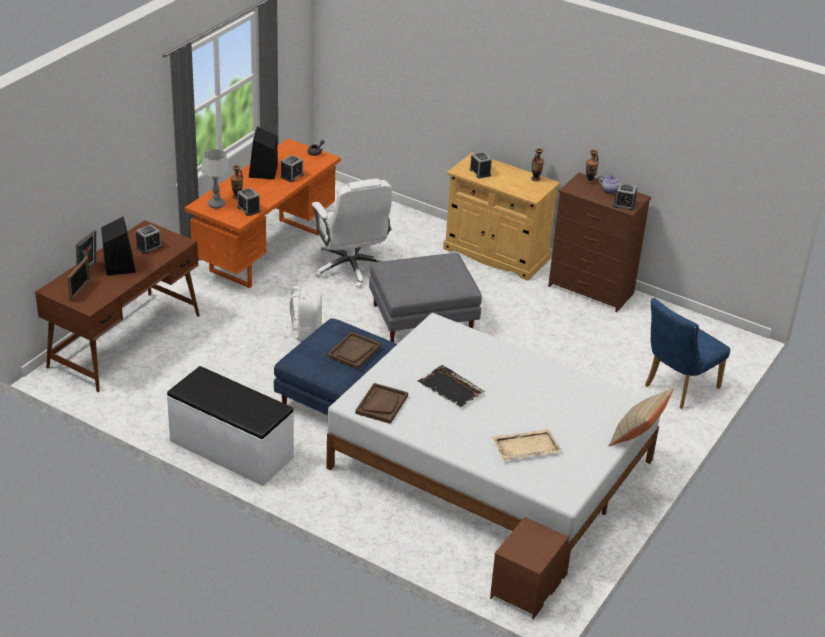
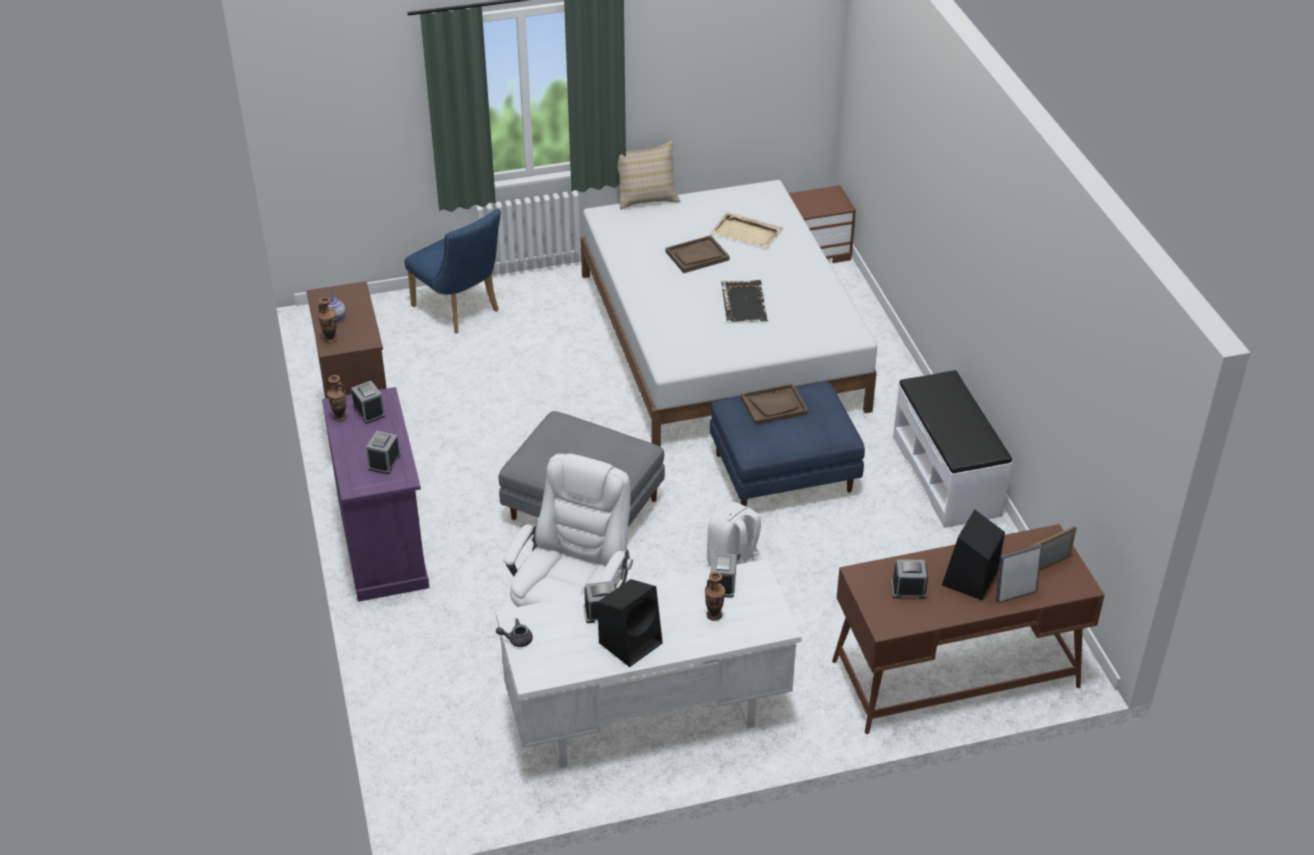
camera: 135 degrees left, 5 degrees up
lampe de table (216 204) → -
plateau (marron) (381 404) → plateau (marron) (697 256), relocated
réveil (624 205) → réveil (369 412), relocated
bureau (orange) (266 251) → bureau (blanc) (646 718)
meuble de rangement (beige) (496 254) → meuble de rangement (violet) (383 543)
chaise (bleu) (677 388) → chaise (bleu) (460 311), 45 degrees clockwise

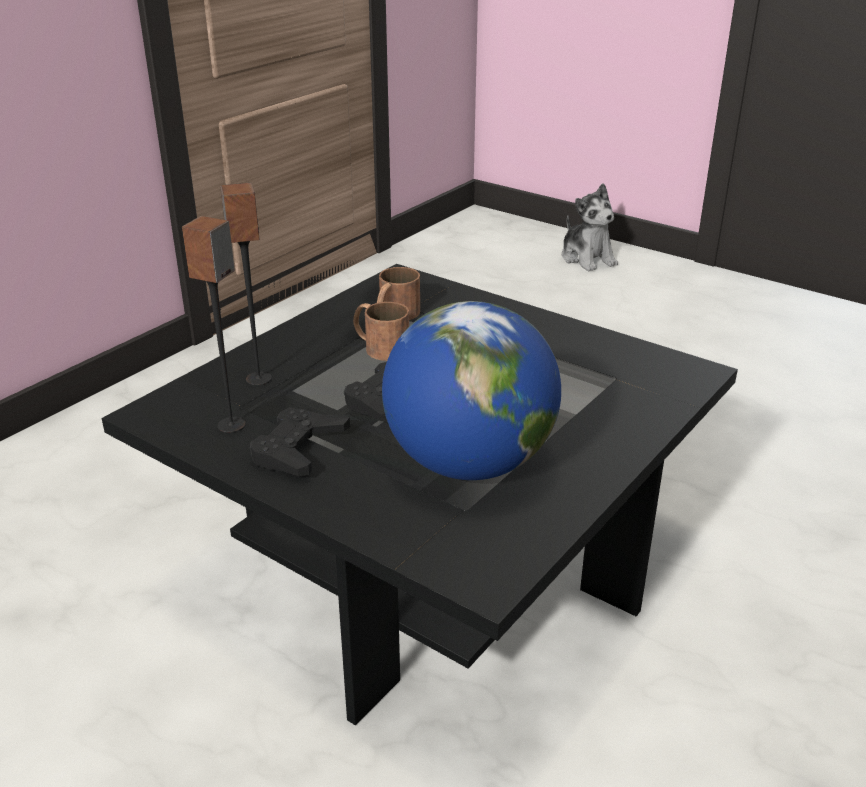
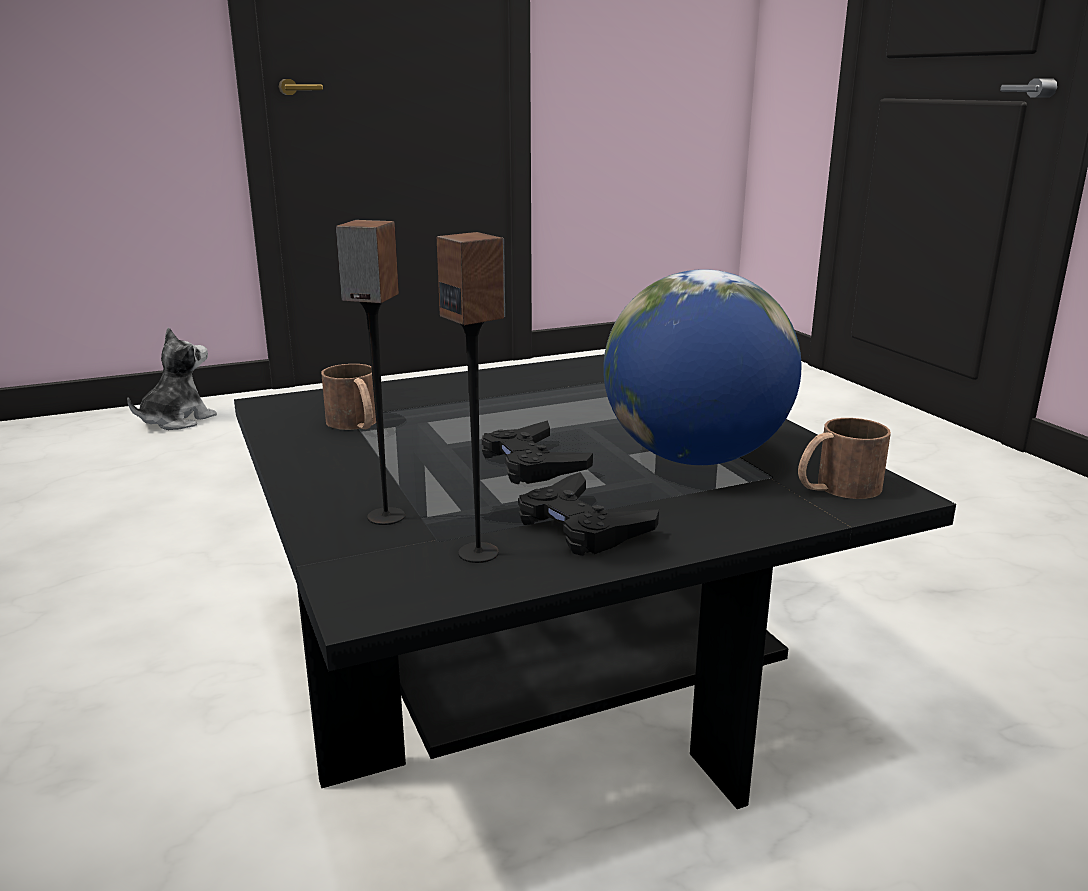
camera: 60 degrees left, 10 degrees down
mug (marron) (379 346) → mug (marron) (836 488), relocated
peluche (587 258) → peluche (176 420), 60 degrees counterclockwise

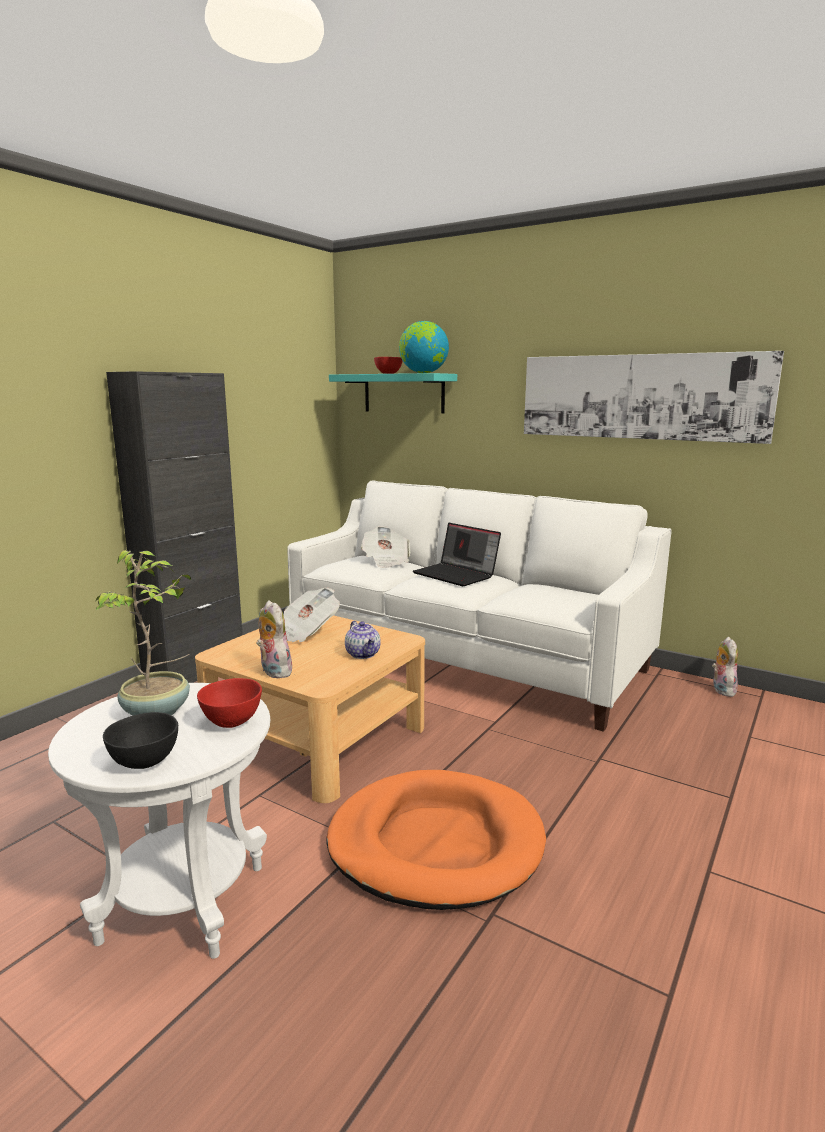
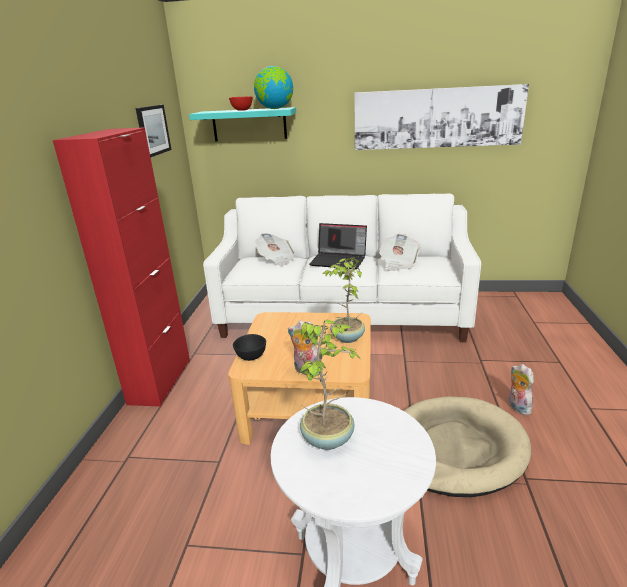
camera: 25 degrees left, 10 degrees up
bol (rouge) (232 721) → -
- → tableau (153 130)
bol (noir) (145 763) → bol (noir) (251 357), relocated
journal (304 633) → journal (398 263), relocated
peluche (721 690) → peluche (517 407), relocated
théière (363 654) → plante en pot (347 338)
meuble de rangement (noir) (195 672) → meuble de rangement (rouge) (160 381)
panier pour chien (orange) (435 843) → panier pour chien (beige) (454 448)

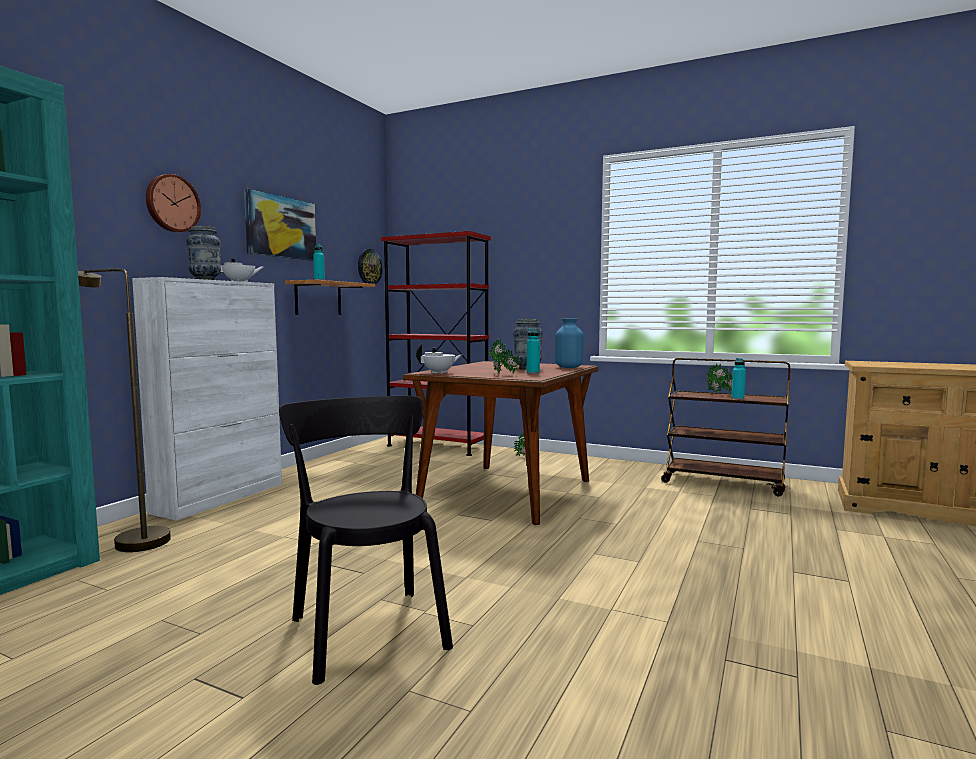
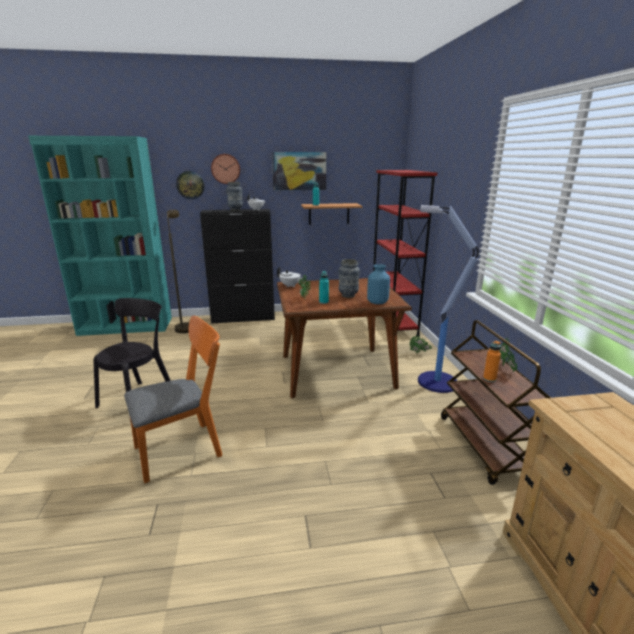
camera: 55 degrees right, 15 degrees up
- → chaise (orange) (185 448)
- → lampadaire (435 381)
horloge murale (369 267) → horloge murale (190 185), relocated
meuble de rangement (blanc) (221 497) → meuble de rangement (noir) (243 318)
bouteille (turquoise) (737 398) → bouteille (orange) (489 379)

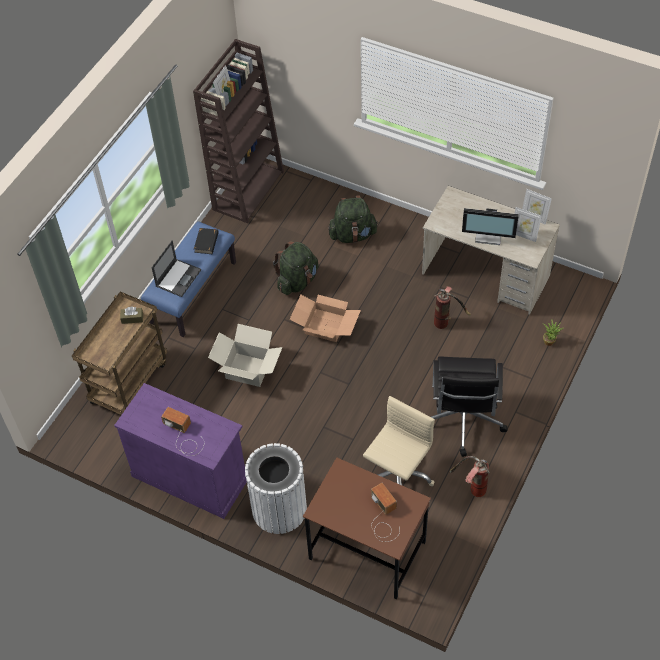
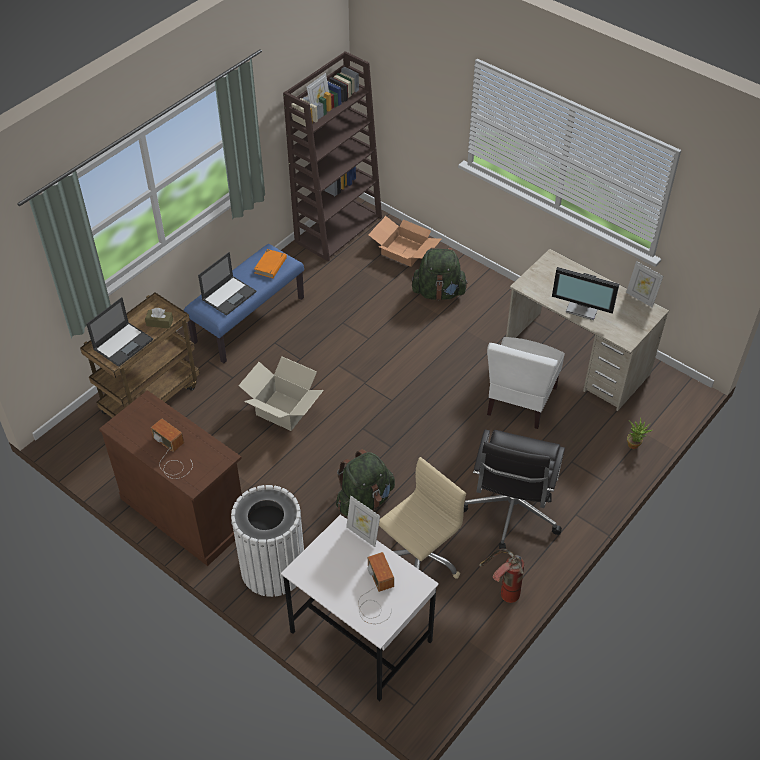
camera: 10 degrees right, 5 degrees down
- → ordinateur portable (123 344)
sac à dos (vert) (297 281) → sac à dos (vert) (365 500), relocated
carton (325 325) → carton (403 251), relocated
cadre photo (524 235) → cadre photo (363 534), relocated
extincteur (447 321) → chaise (blanc) (520 401)
meuble de rangement (violet) (190 476) → meuble de rangement (marron) (185 512)
livre (noir) (206 242) → livre (orange) (271 265)
bureau (marron) (366 551) → bureau (blanc) (360 637)

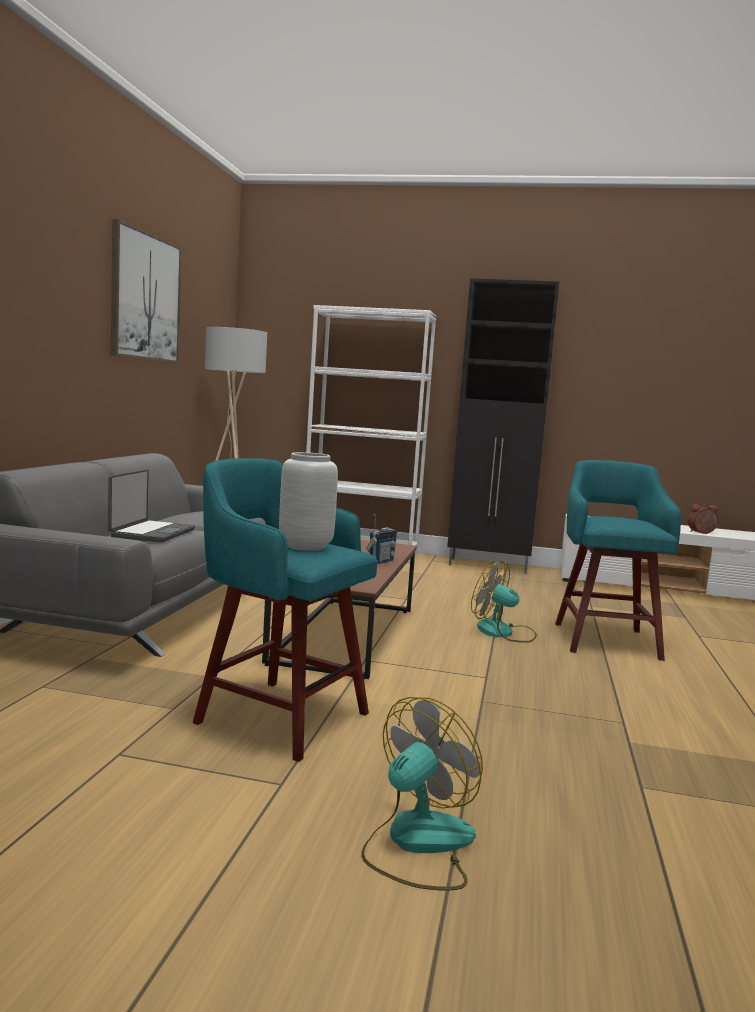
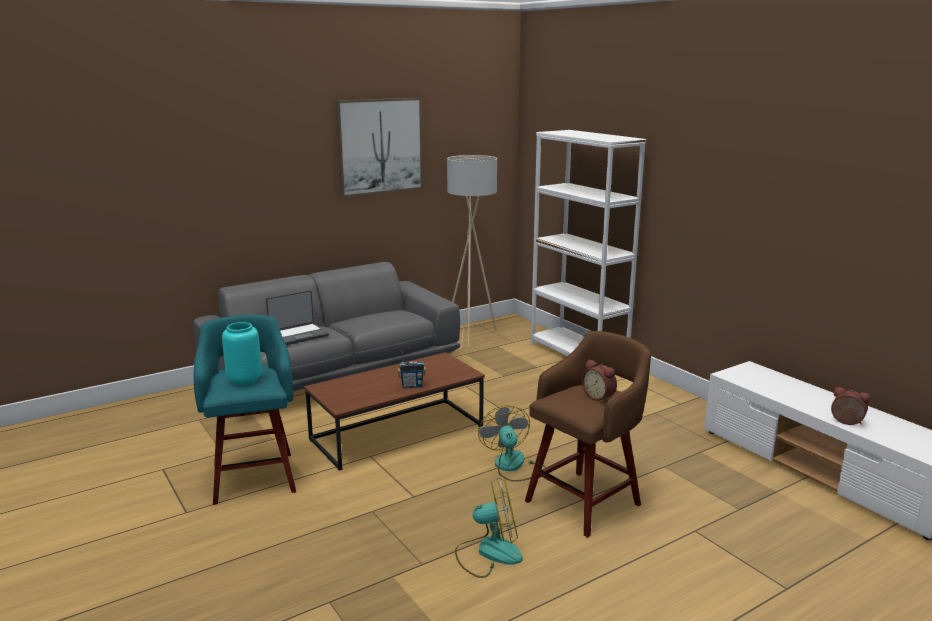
camera: 45 degrees right, 10 degrees up
meuble de rangement (noir) (489 566) → -
- → réveil (599 397)
ventilateur (417 844) → ventilateur (488 553), relocated
vase (gris) (306 546) → vase (turquoise) (245 380)
tabouret (turquoise) (605 639) → tabouret (marron) (585 501)

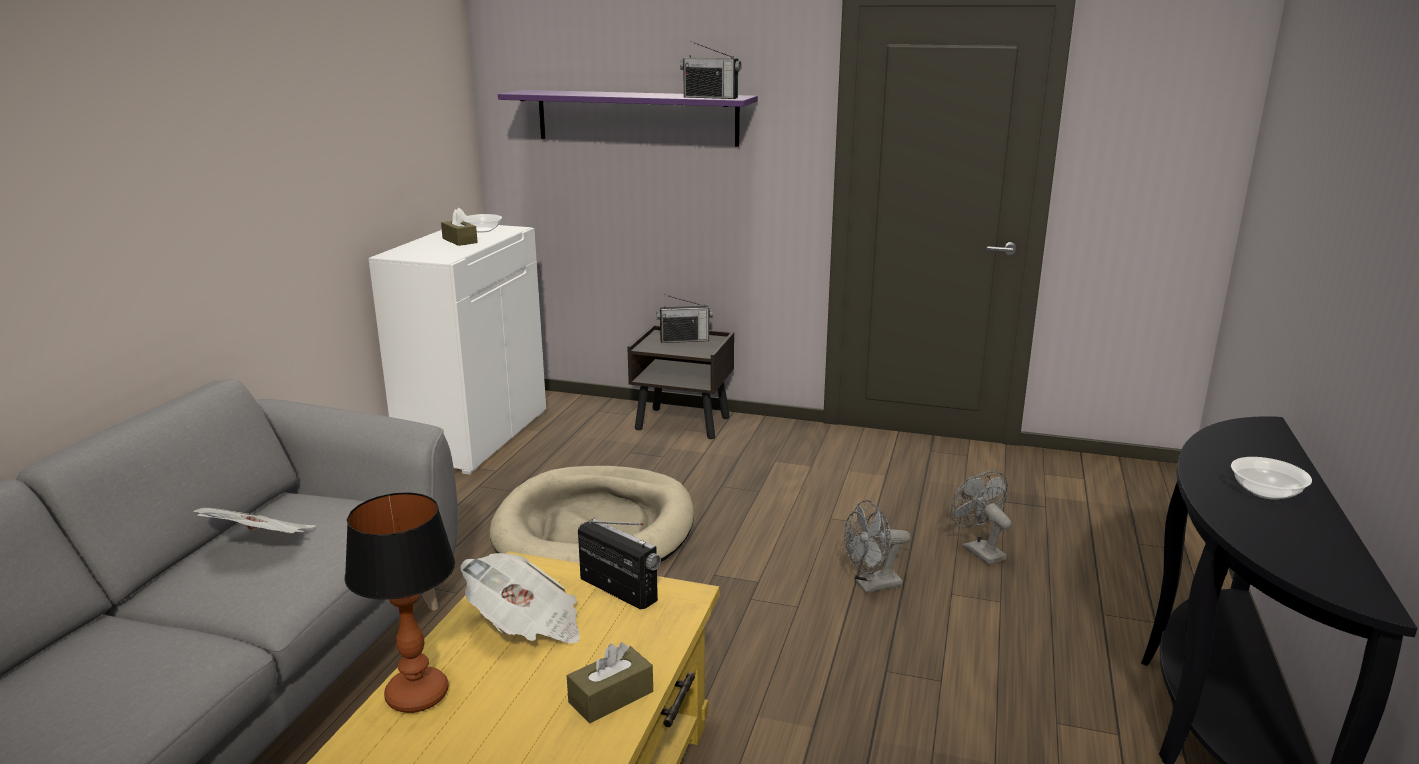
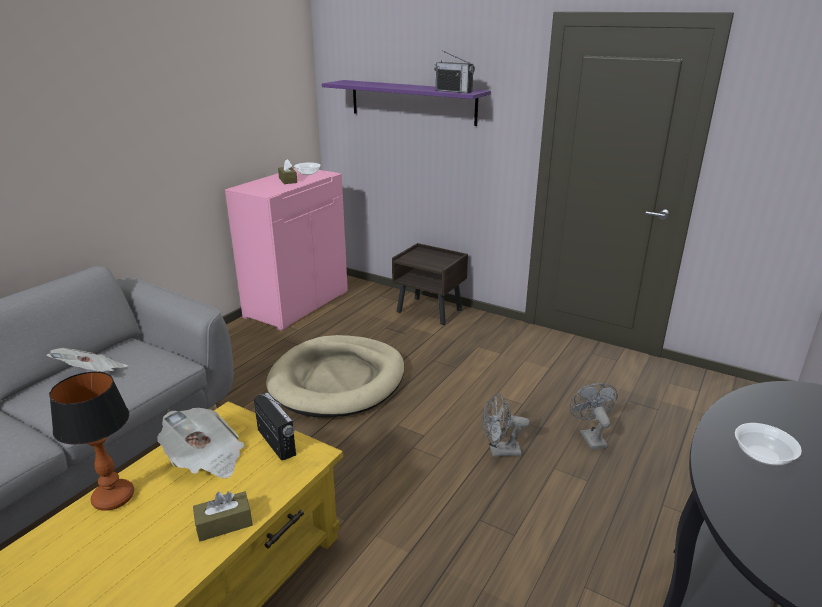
camera: 15 degrees right, 5 degrees up
radio (684 340) → -
meuble de rangement (blanc) (474 435) → meuble de rangement (rose) (296 304)

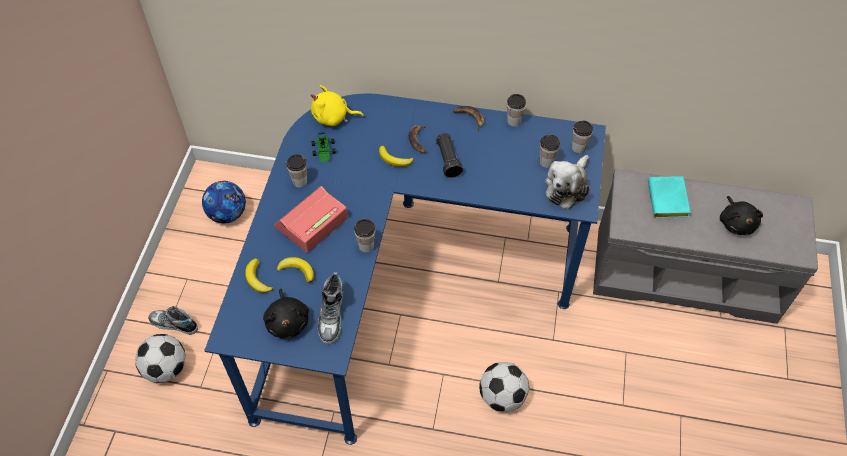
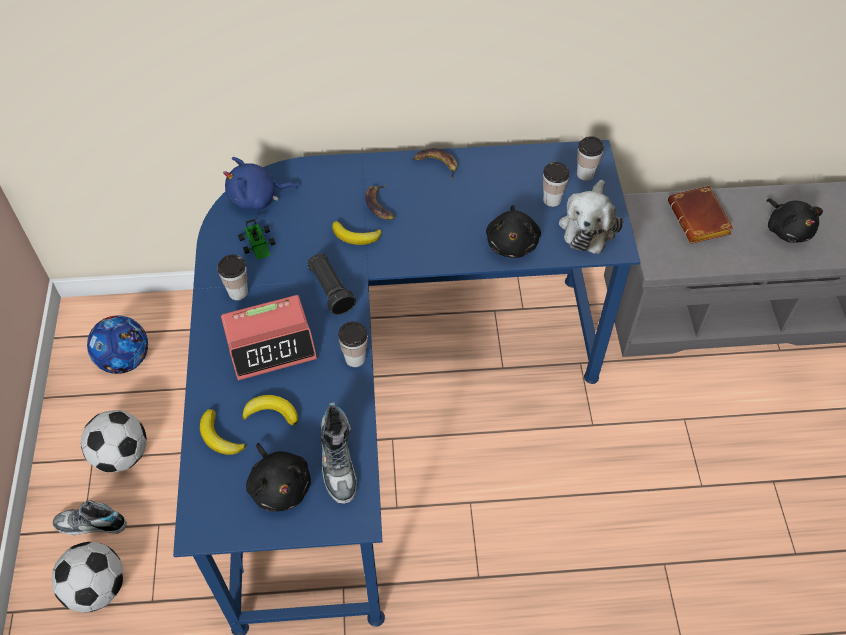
camera: 15 degrees left, 0 degrees up
tasse (514 121) → -
- → peluche (noir) (512 243)
lampe de poche (noir) (448 160) → lampe de poche (noir) (331 290), relocated
ballon de foot (502 396) → ballon de foot (122 455), relocated
peluche (jaune) (333 117) → peluche (bleu) (257 198)
livre (turquoise) (669 201) → livre (marron) (700 220)
réveil (311 223) → réveil (271 344), 135 degrees counterclockwise

